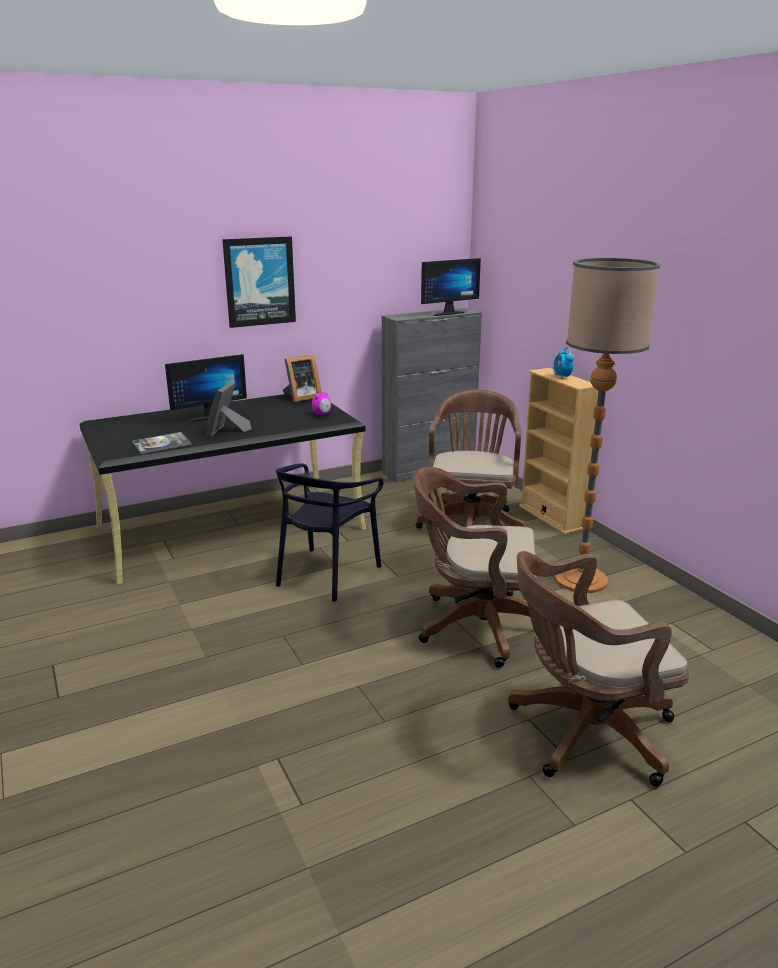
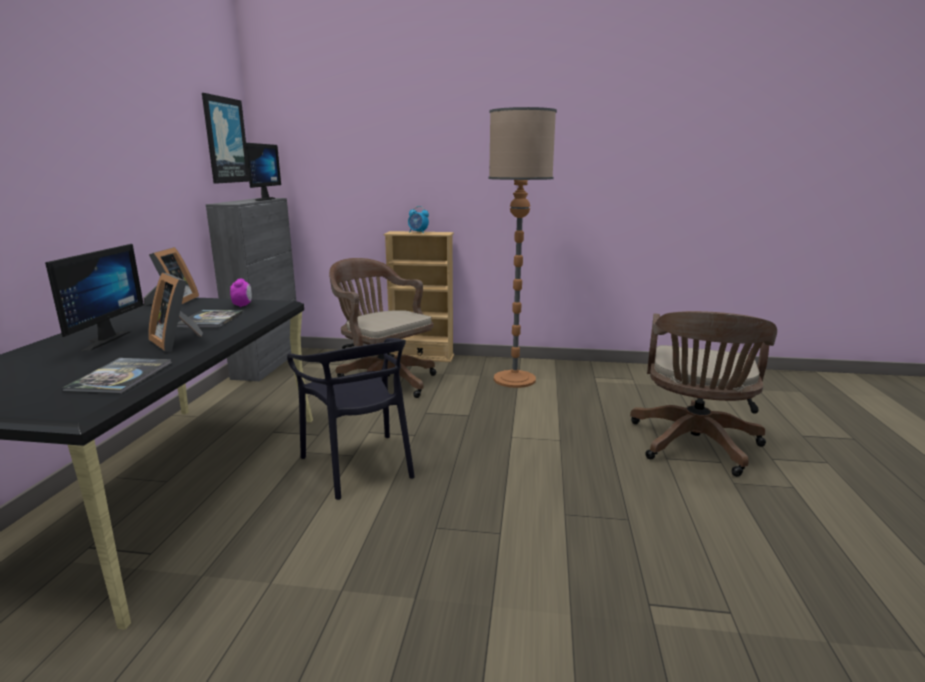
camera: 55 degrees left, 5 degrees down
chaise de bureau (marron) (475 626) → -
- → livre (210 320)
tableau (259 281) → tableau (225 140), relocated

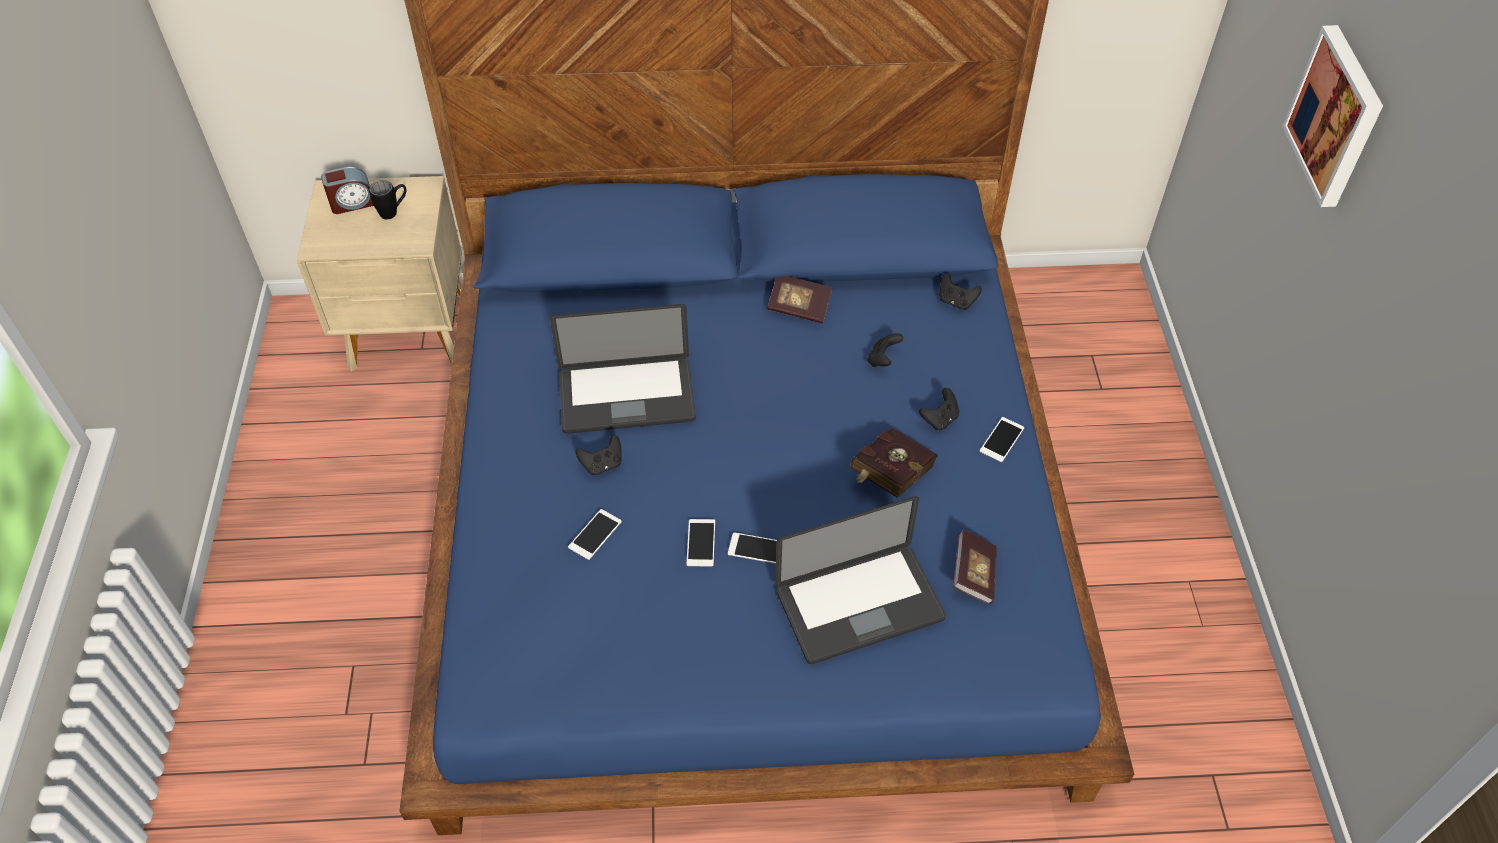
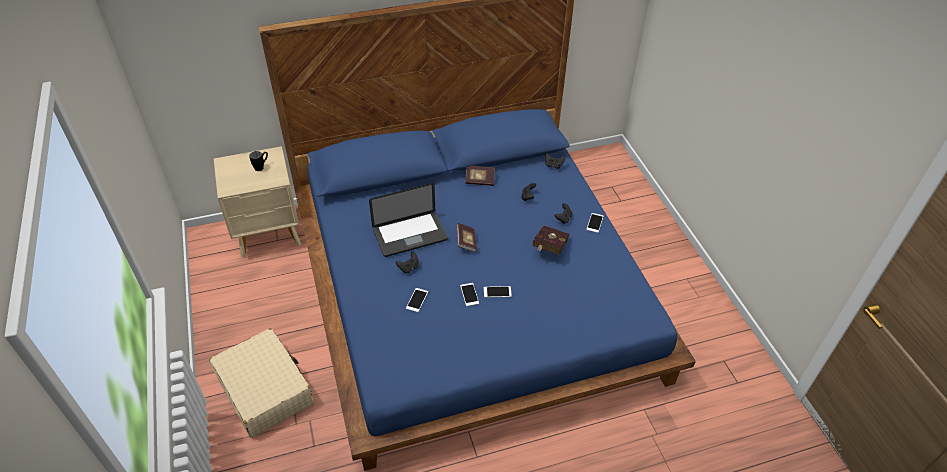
camera: 15 degrees left, 5 degrees down
réveil (352 203) → -
ordinateur portable (859 605) → -
tableau (1336 116) → -
- → valise (beige) (264 389)
livre (973 575) → livre (466 242), relocated

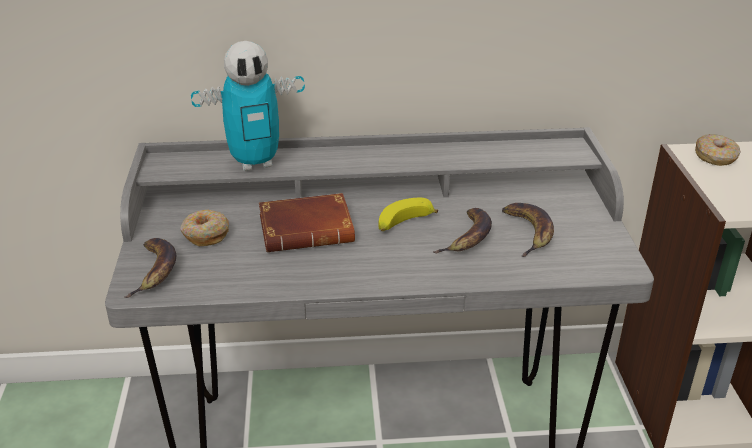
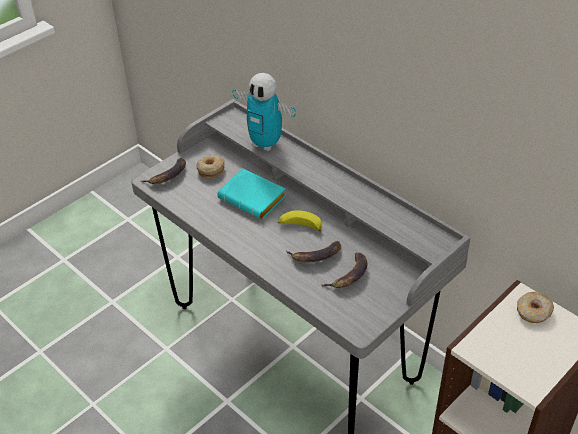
camera: 50 degrees right, 10 degrees up
livre (marron) (308 229) → livre (turquoise) (254 198)

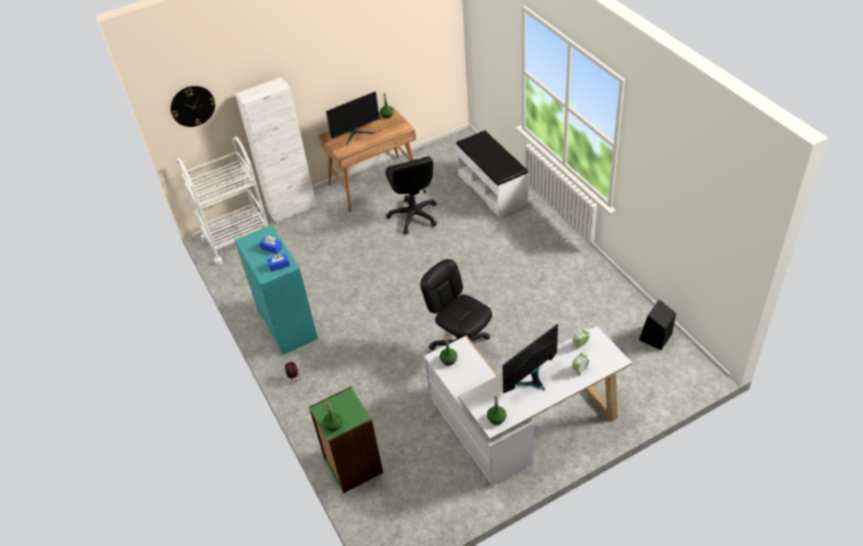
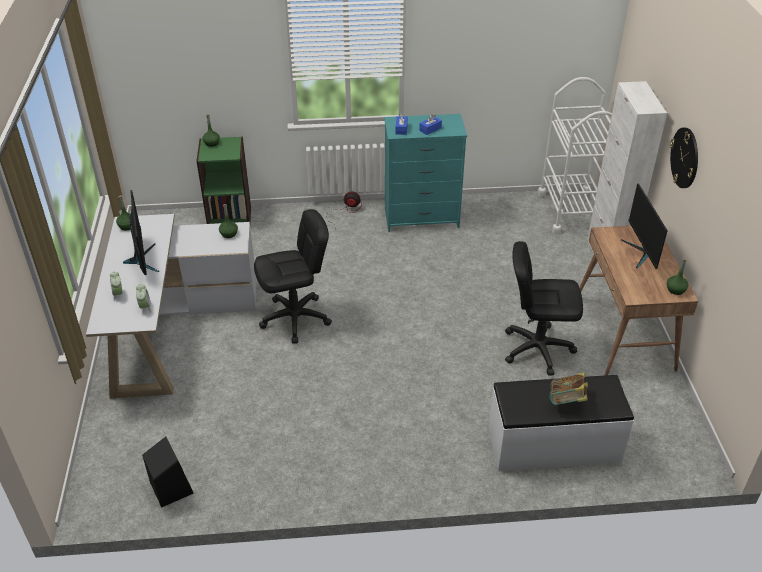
camera: 110 degrees right, 5 degrees down
- → livre (567 401)
horloge murale (192 106) → horloge murale (685 157), relocated

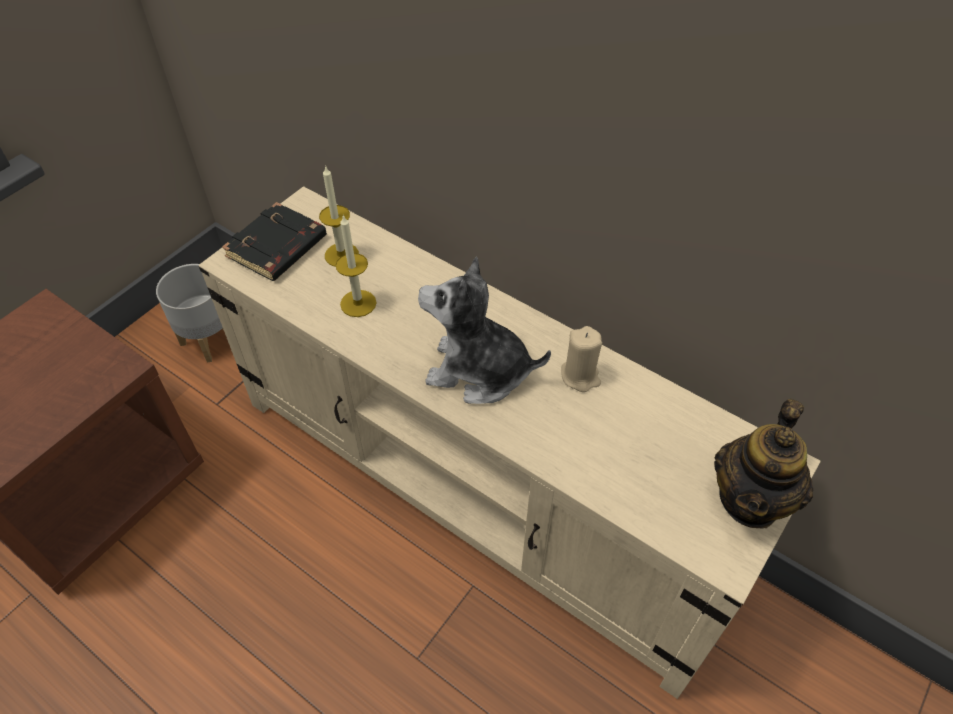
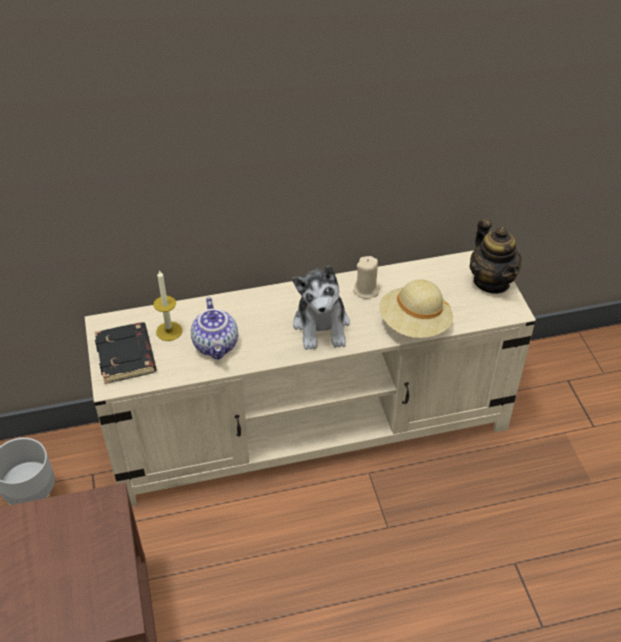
camera: 50 degrees left, 5 degrees down
- → chapeau (beige) (414 324)
bougie (358 303) → théière (217 345)
peluche (478 371) → peluche (321 325), 60 degrees counterclockwise

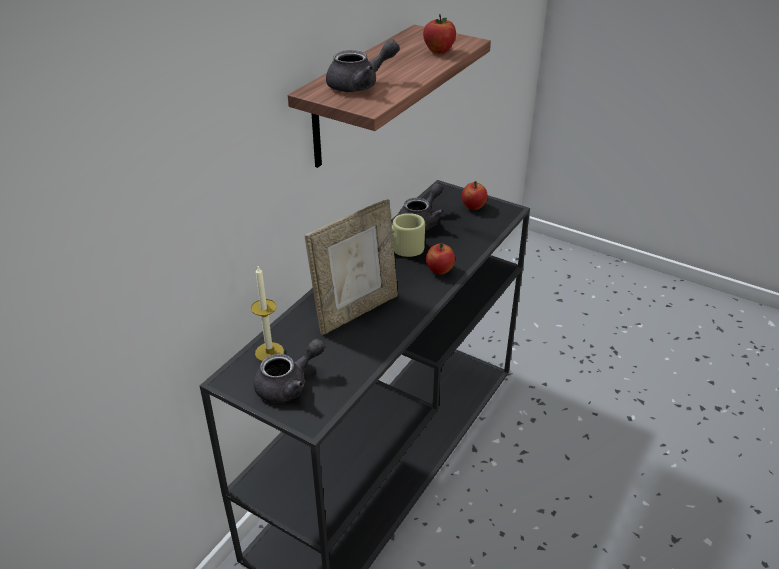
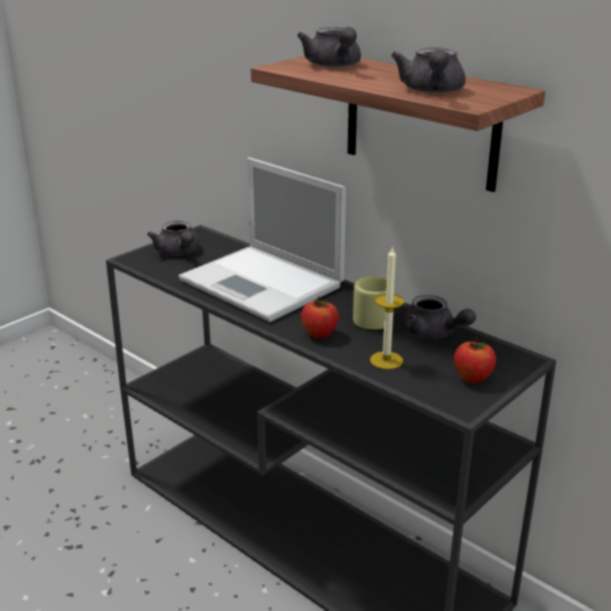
camera: 100 degrees right, 10 degrees down
bougie (269 352) → bougie (386 360), relocated
cadre photo (356 311) → ordinateur portable (263 284)
pomme (438 51) → théière (gris) (431 91)

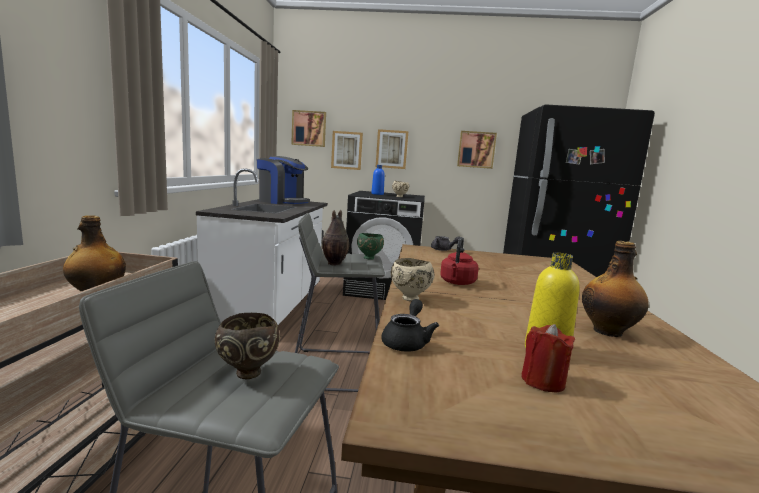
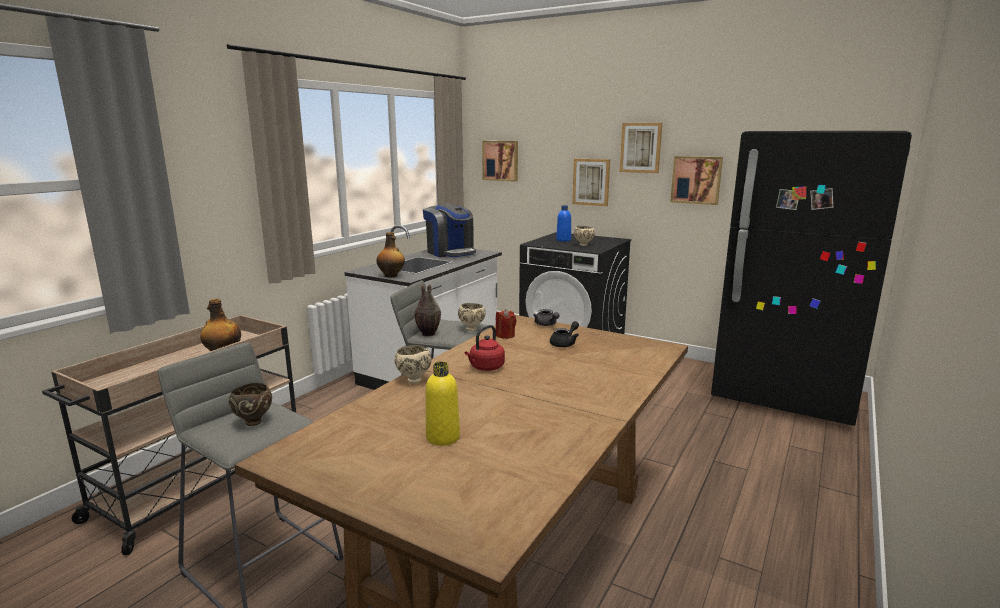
camera: 25 degrees right, 5 degrees up
tableau (347 150) → tableau (641 147), relocated
théière (noir) (407 342) → théière (noir) (565 343), relocated
bougie (rouge) (543 381) → bougie (rouge) (505 335), relocated
bouteille (608 331) → bouteille (391 276), relocated
bol (vert) (369 258) → bol (beige) (472 328)

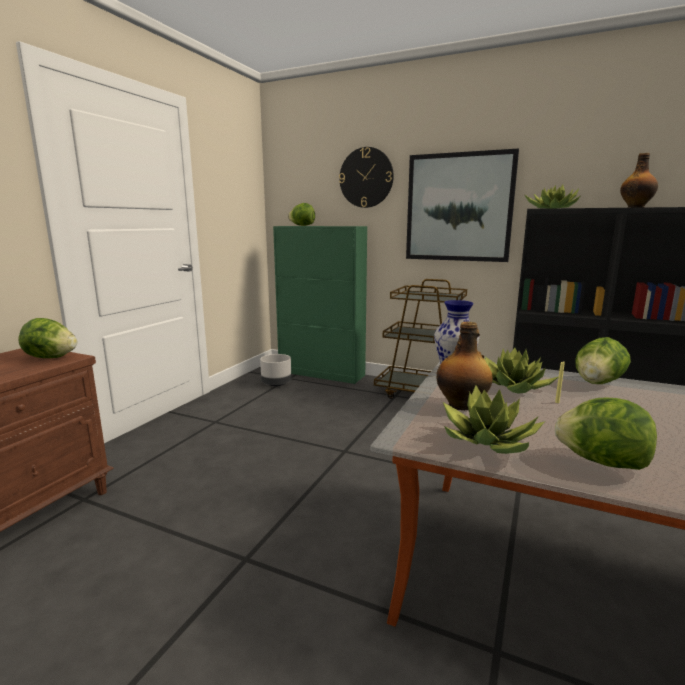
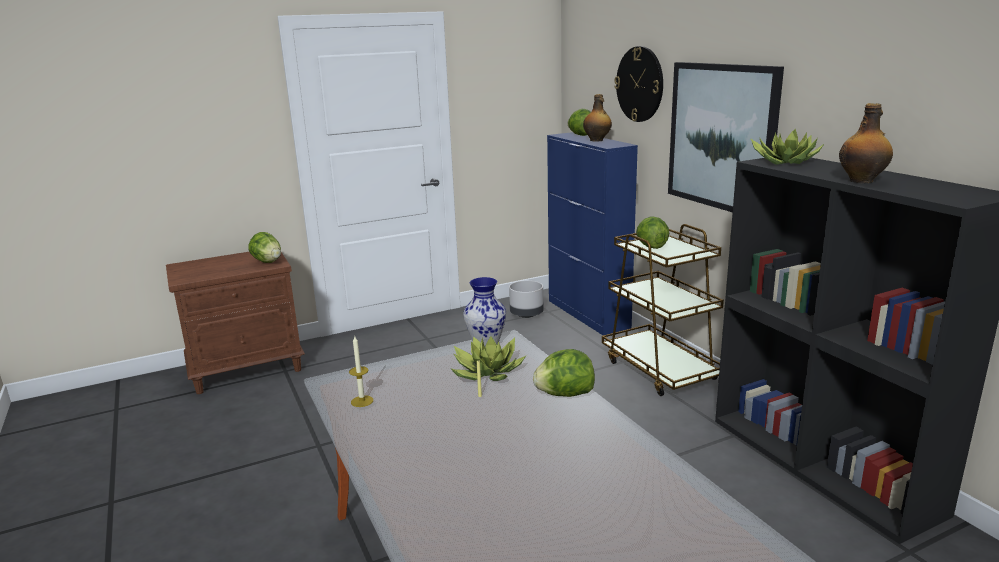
camera: 40 degrees right, 5 degrees up
bouteille (462 405) → bouteille (597 140), relocated
laitue (601 462) → laitue (650 247), relocated
plante en pot (488 441) → bougie (362 401)
meuble de rangement (vert) (321 373) → meuble de rangement (bleu) (588 314)

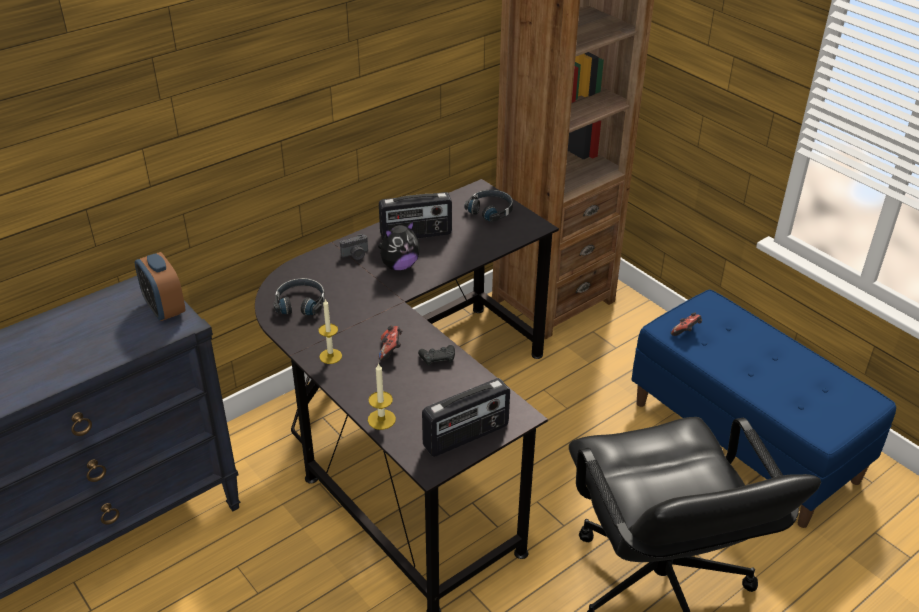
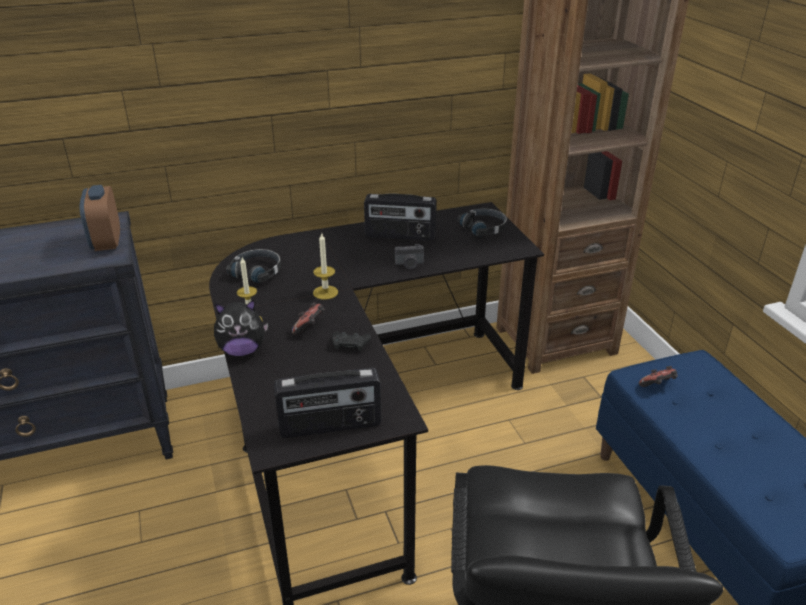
camera: 20 degrees right, 5 degrees down
appareil photo (355 255) → appareil photo (409 265), relocated
bougie (381 419) → bougie (325 292), relocated
peluche (399 266) → peluche (242 350), relocated

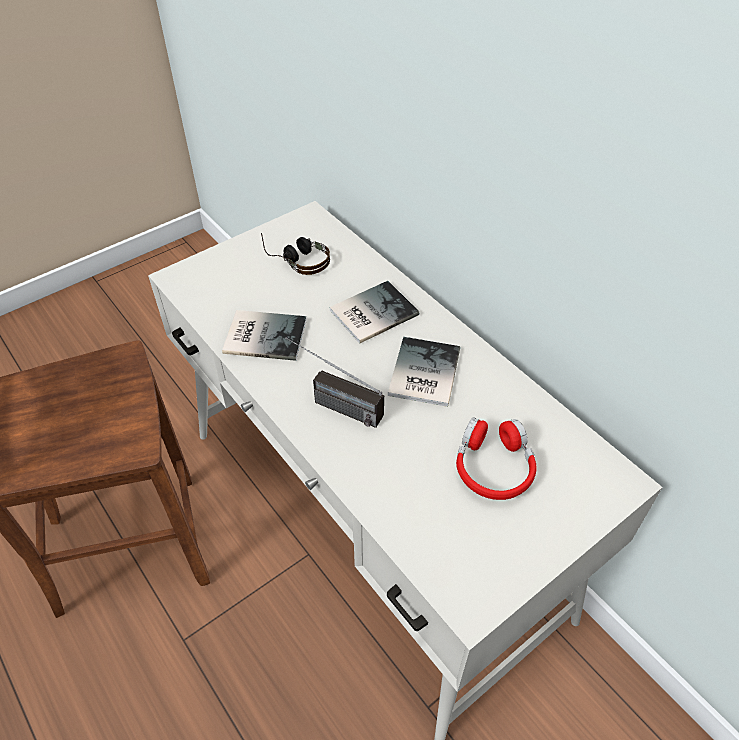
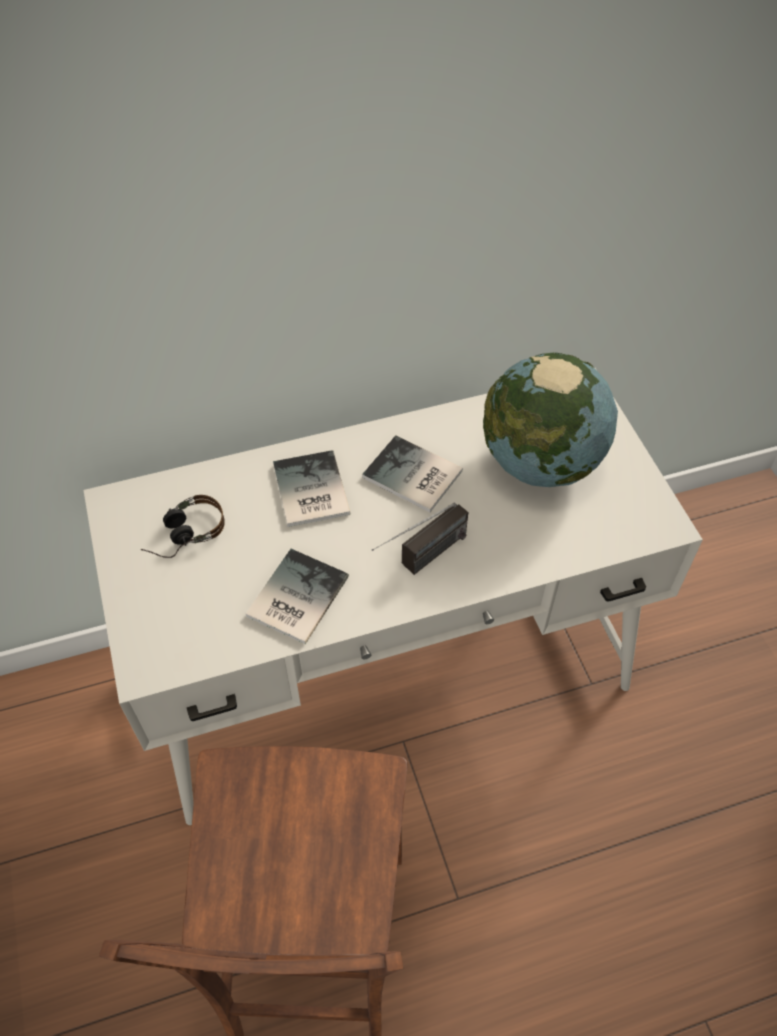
camera: 70 degrees left, 5 degrees up
casque audio (rouge) (493 467) → globe (541 463)

